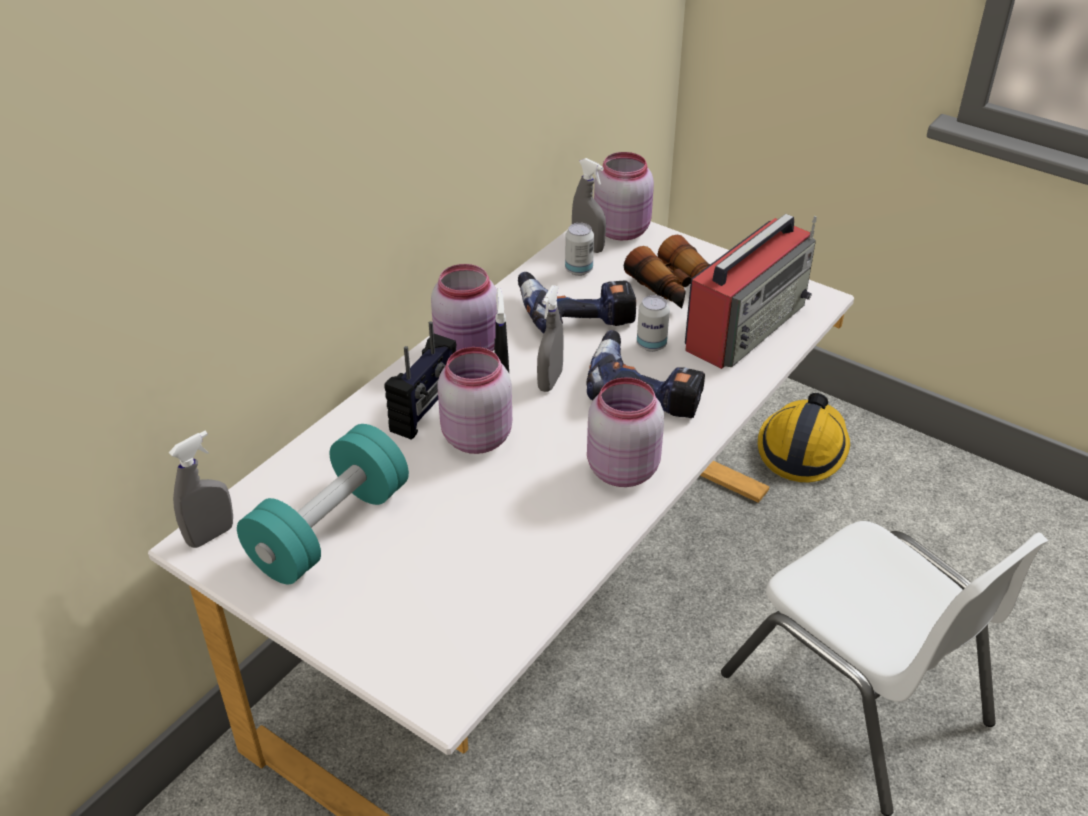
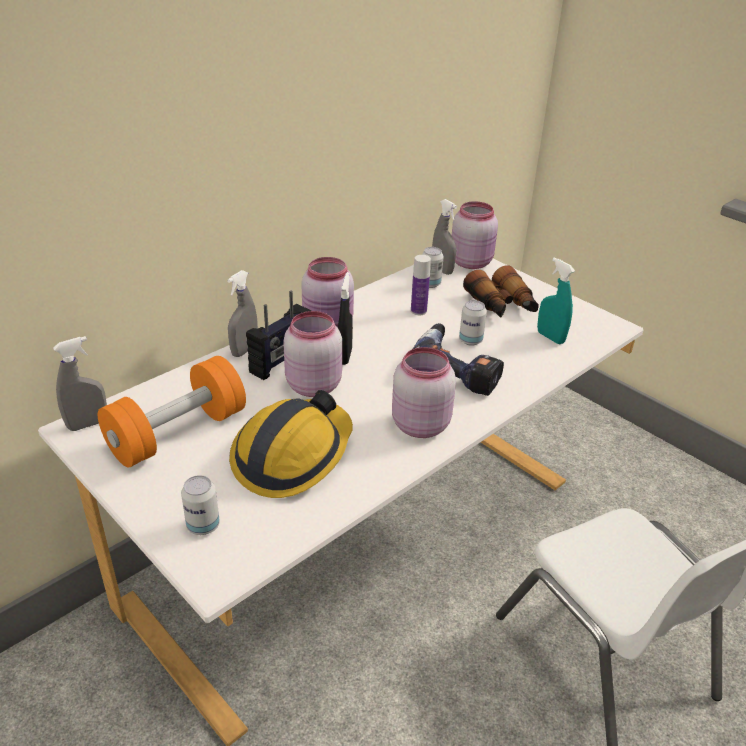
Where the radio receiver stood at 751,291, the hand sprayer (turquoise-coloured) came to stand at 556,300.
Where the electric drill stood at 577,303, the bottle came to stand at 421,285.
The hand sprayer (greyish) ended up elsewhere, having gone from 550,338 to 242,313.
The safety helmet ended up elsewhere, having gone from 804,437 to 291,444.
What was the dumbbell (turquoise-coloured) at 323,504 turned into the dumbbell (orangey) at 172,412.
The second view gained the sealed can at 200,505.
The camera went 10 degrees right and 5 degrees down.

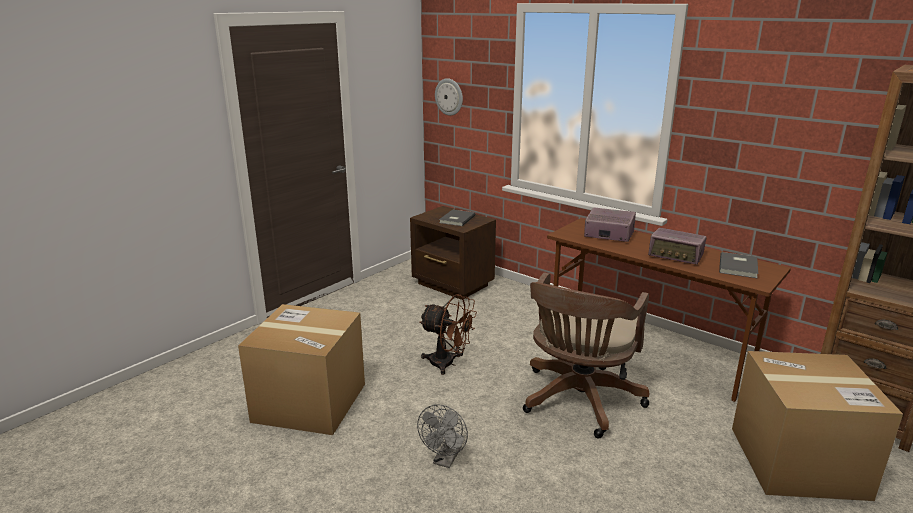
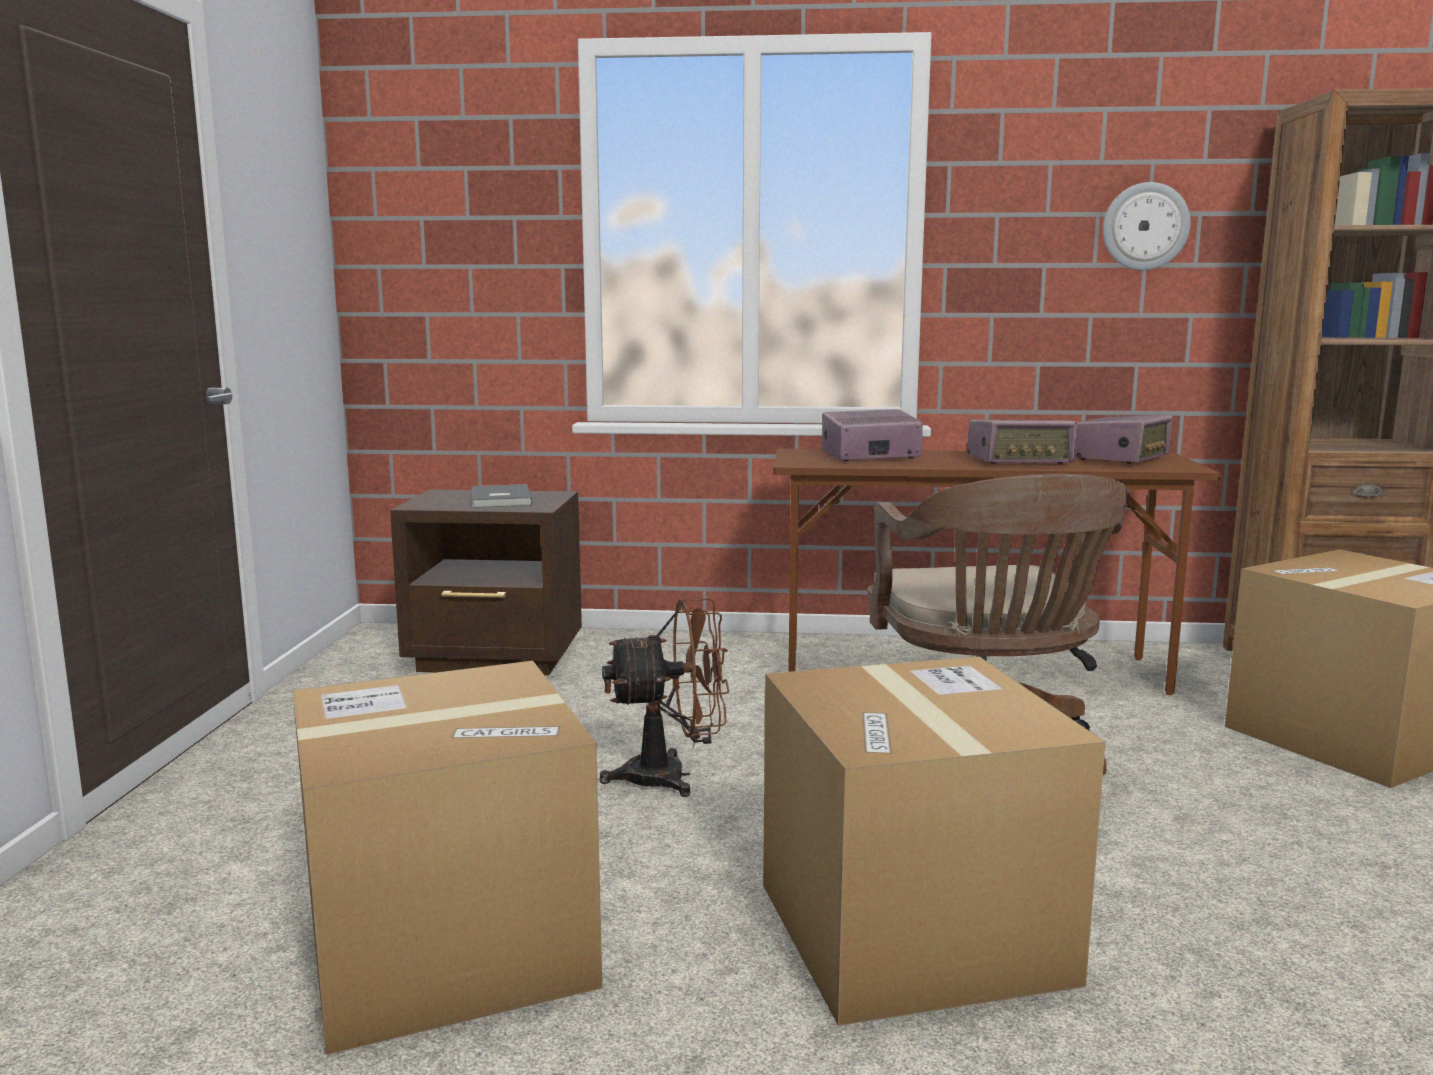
The hanging clock ended up elsewhere, having gone from 449,97 to 1147,226.
Where the book (greyish) stood at 738,265, the radio receiver came to stand at 1123,439.
Where the cooling fan (greyish) stood at 442,436, the packing box came to stand at 934,841.
The camera went 35 degrees left and 10 degrees down.

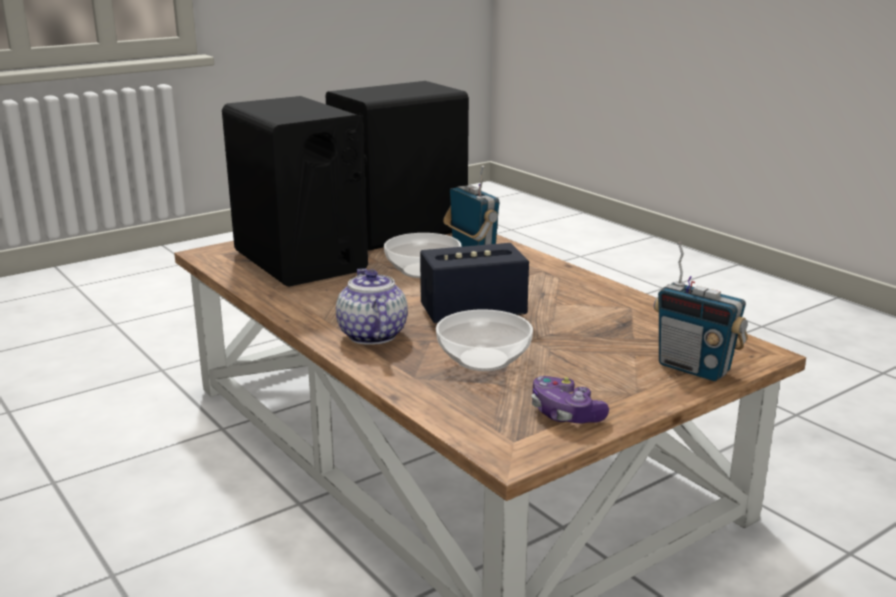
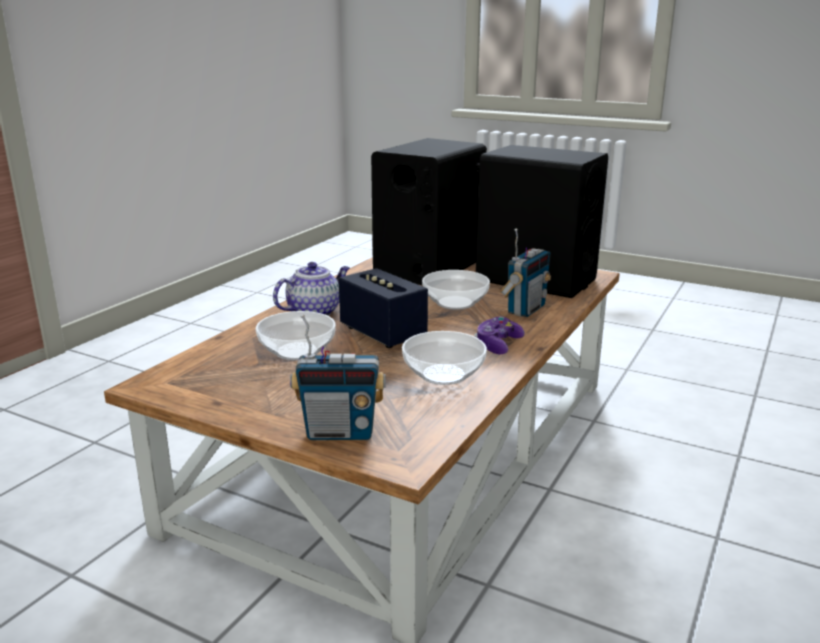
The radio receiver at 701,311 ended up facing another way, 105 degrees counterclockwise from before.
The game controller ended up elsewhere, having gone from 570,400 to 499,335.
The second view gained the deep dish at 444,358.
The camera went 65 degrees right and 0 degrees up.

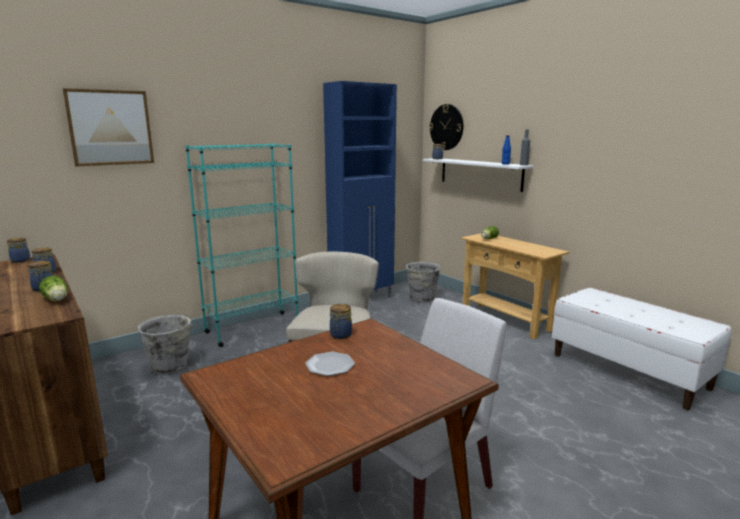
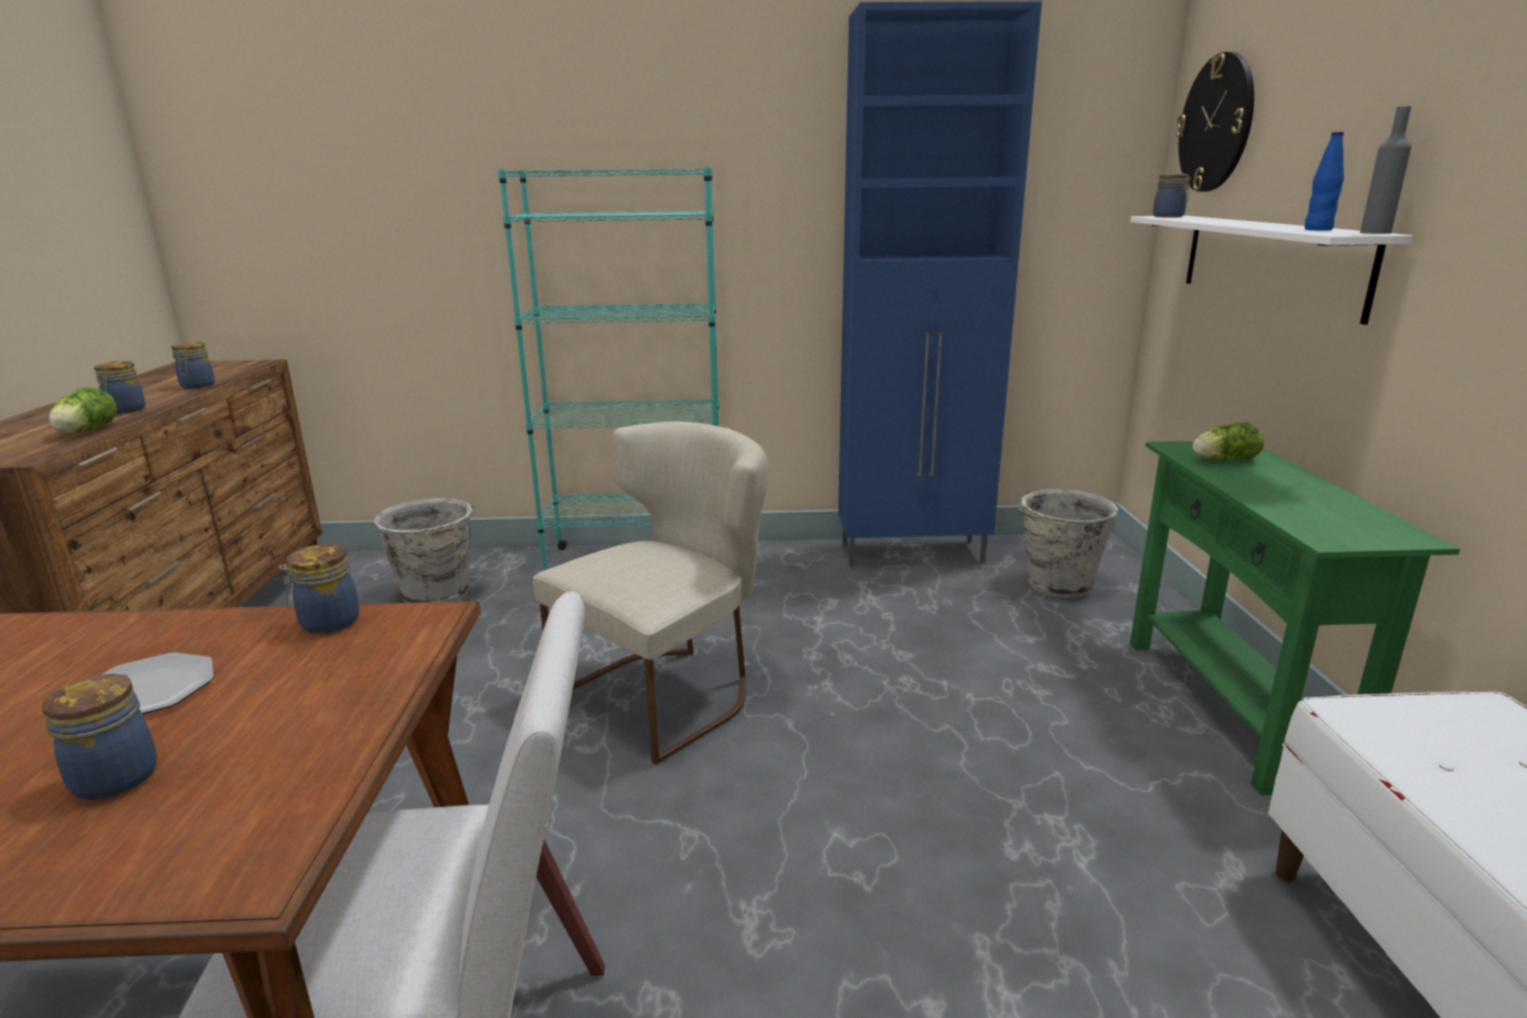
The second view lost the wall picture at 108,127.
What was the hall table (sand-coloured) at 515,286 turned into the hall table (green-coloured) at 1295,618.
The preserve jar ended up elsewhere, having gone from 18,250 to 99,737.
The camera went 35 degrees right and 5 degrees up.

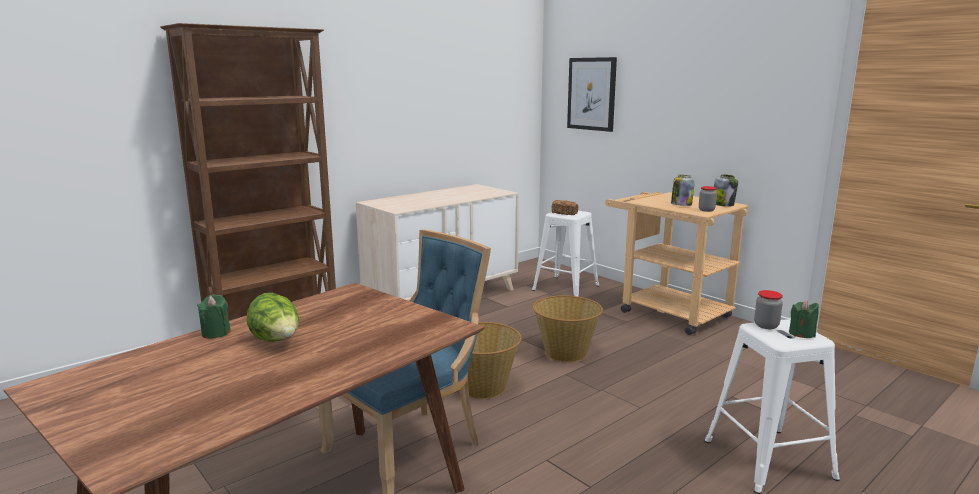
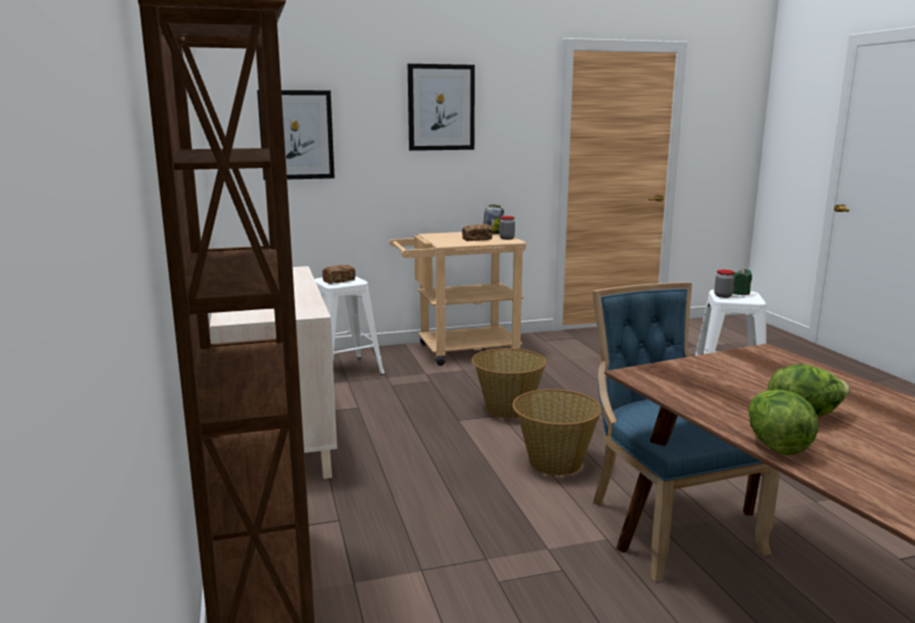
Where the preserve jar stood at 683,190, the bakery bread came to stand at 477,232.
Where the wax candle (green-coloured) stood at 214,317, the lettuce head came to stand at 783,422.
The second view gained the wall picture at 441,107.
The camera went 65 degrees left and 0 degrees up.

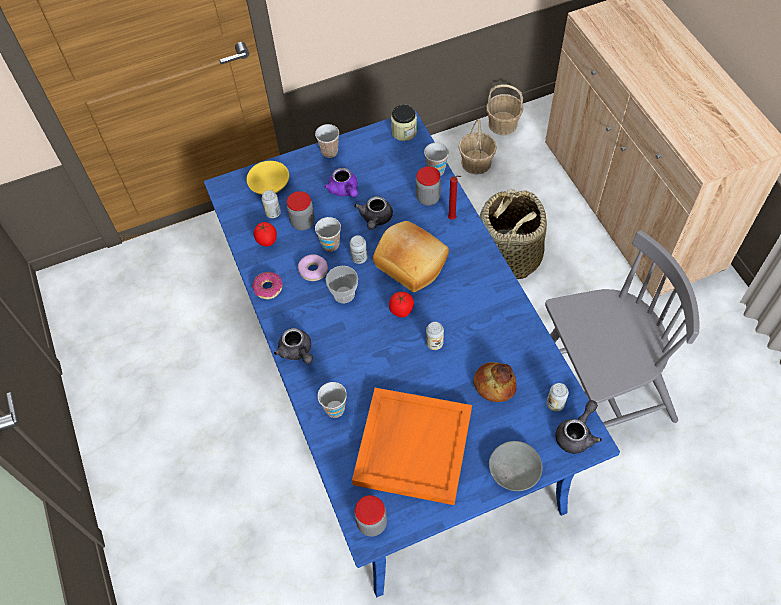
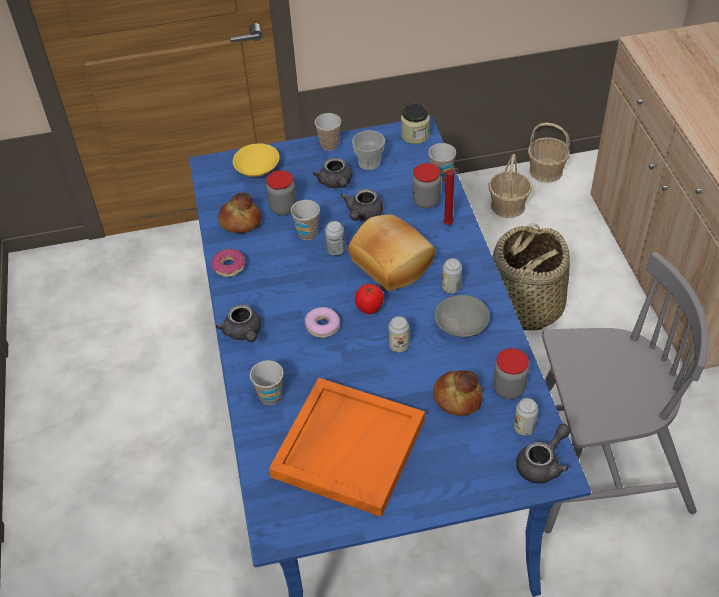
What was the tea pot (purplish) at 341,182 turned into the tea pot (greyish) at 332,173.
The sealed can ended up elsewhere, having gone from 271,204 to 452,276.
Where the whole tomato stood at 265,234, the bakery bread came to stand at 240,212.
The ring doughnut ended up elsewhere, having gone from 313,267 to 322,322.
The cup ended up elsewhere, having gone from 341,285 to 368,150.
The deep dish (greyish) ended up elsewhere, having gone from 516,466 to 462,316.
The preserve jar ended up elsewhere, having gone from 370,516 to 511,373.
The camera went 10 degrees right and 10 degrees down.

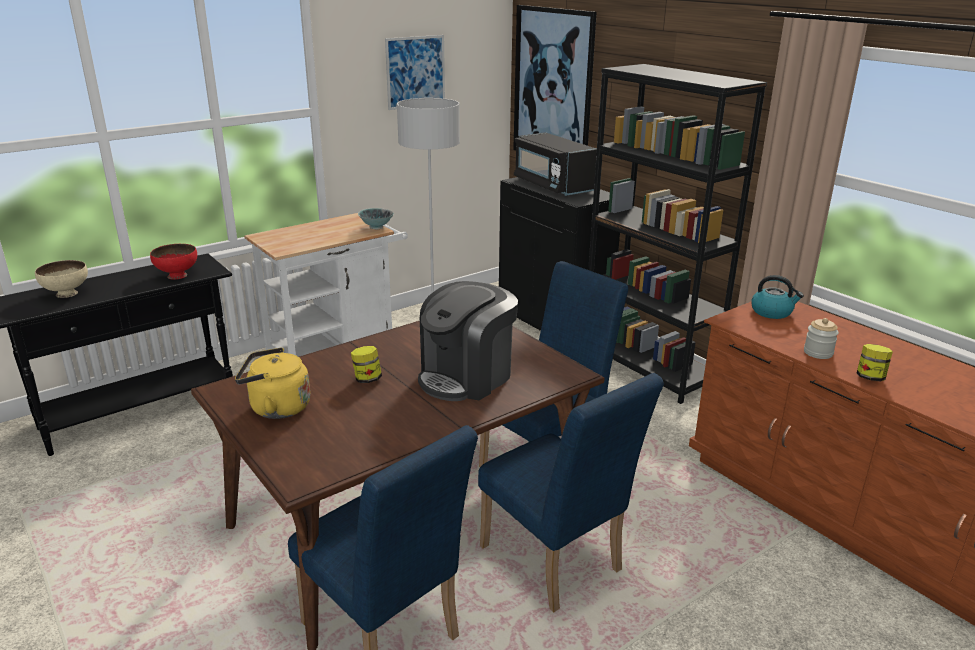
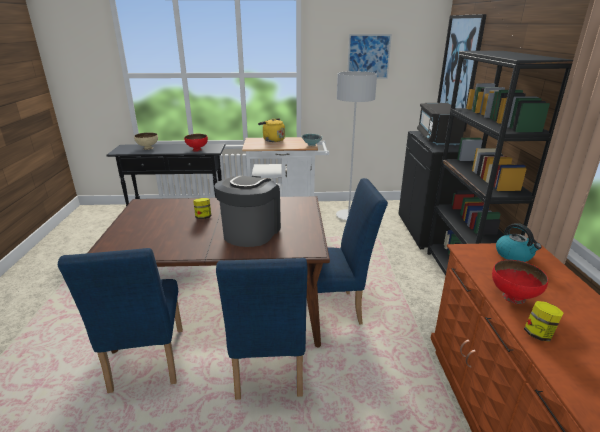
The coffee machine at 468,341 ended up facing another way, 120 degrees clockwise from before.
Where the preserve jar stood at 821,338, the deep dish (reddish) came to stand at 520,282.
The kettle (yellow) ended up elsewhere, having gone from 272,383 to 271,130.
The camera went 35 degrees right and 0 degrees up.

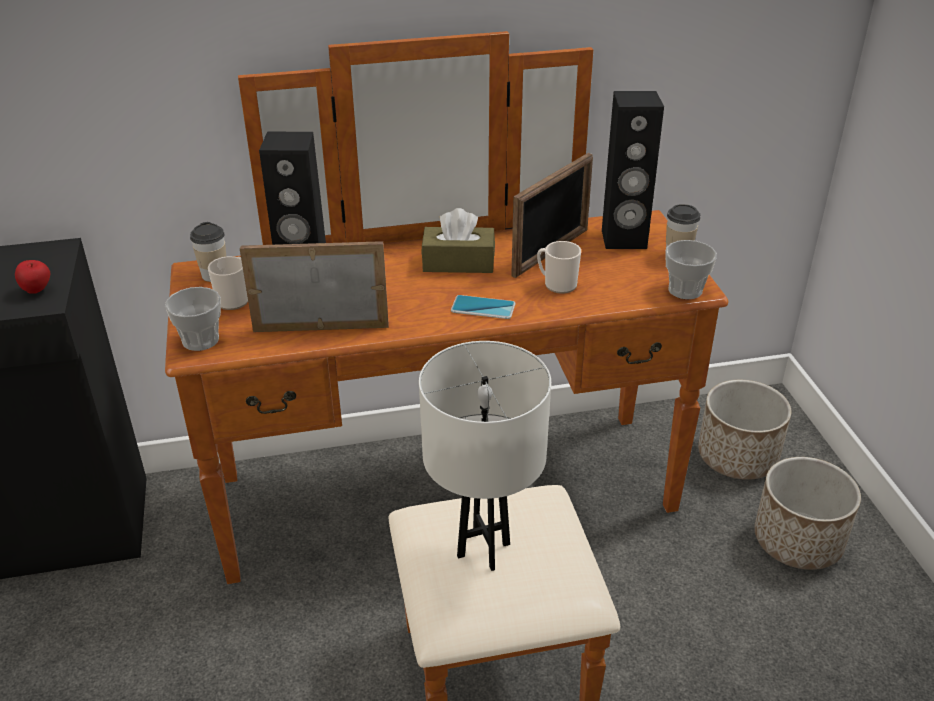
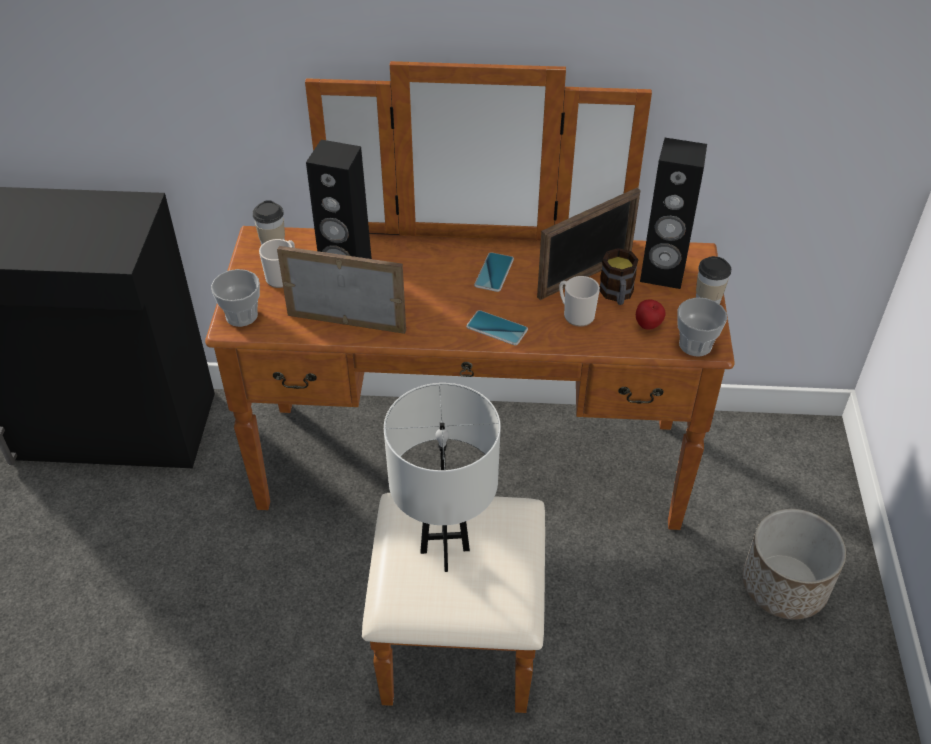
Where the tissue box (brown-coloured) stood at 458,240, the phone came to stand at 494,272.
The apple ended up elsewhere, having gone from 32,277 to 651,314.
The second view lost the plant pot at 745,430.
The second view gained the tea mug at 619,276.
The camera went 15 degrees right and 10 degrees up.

